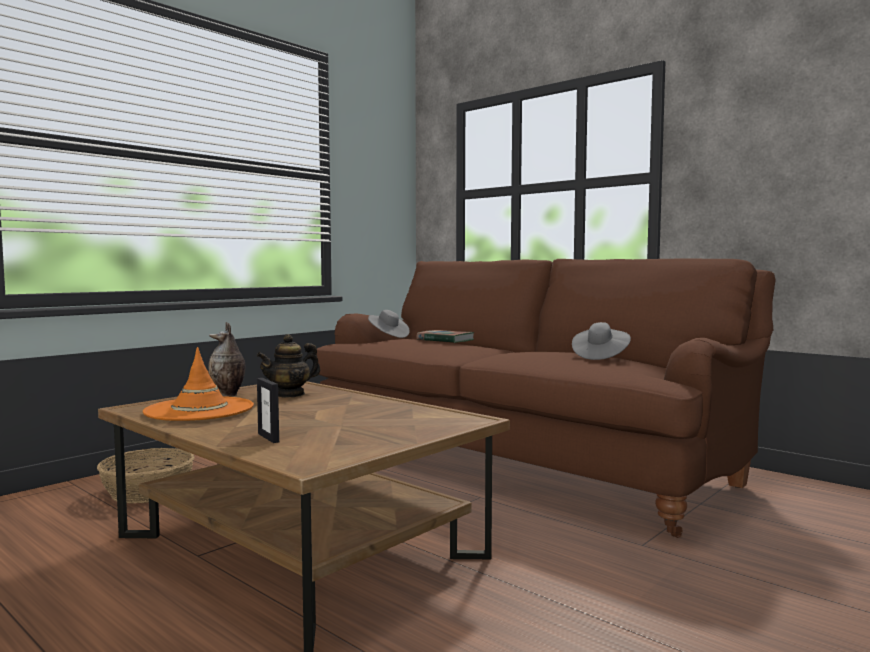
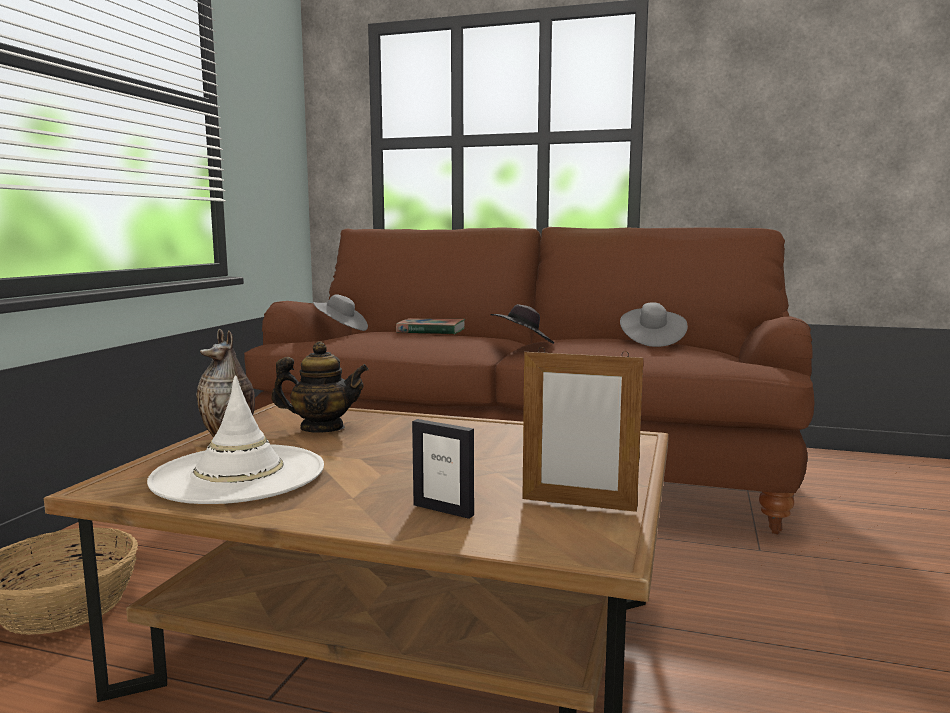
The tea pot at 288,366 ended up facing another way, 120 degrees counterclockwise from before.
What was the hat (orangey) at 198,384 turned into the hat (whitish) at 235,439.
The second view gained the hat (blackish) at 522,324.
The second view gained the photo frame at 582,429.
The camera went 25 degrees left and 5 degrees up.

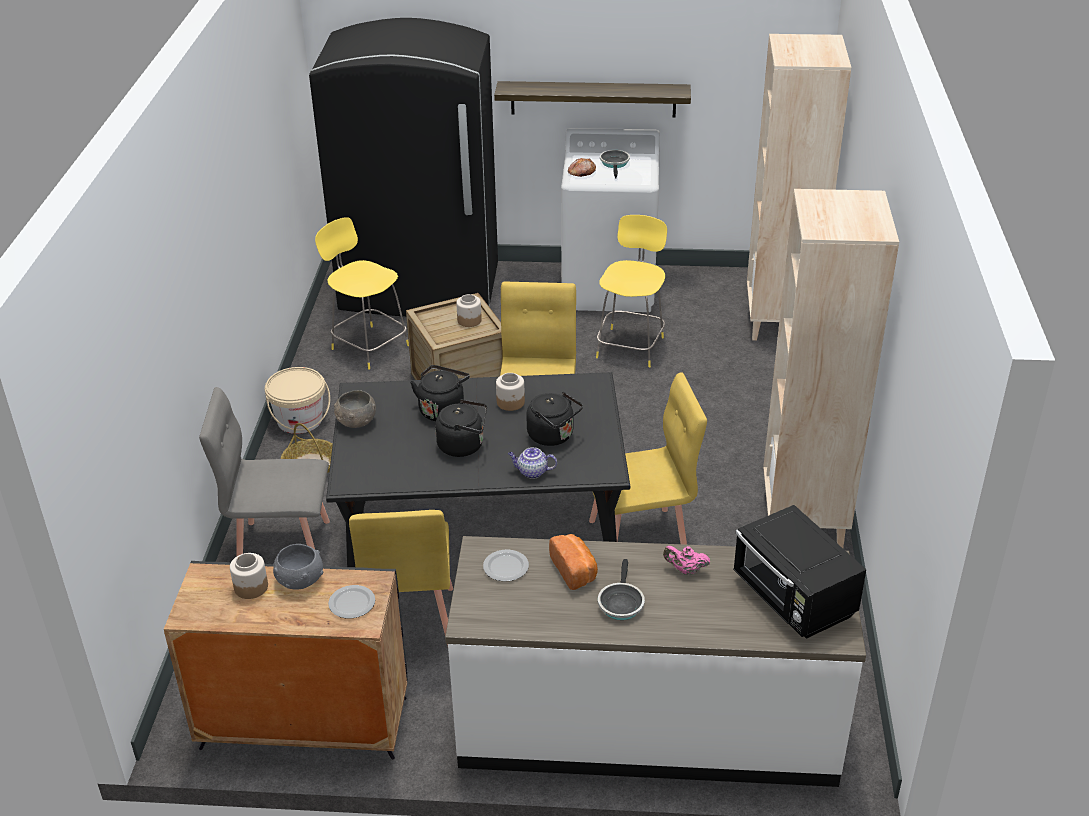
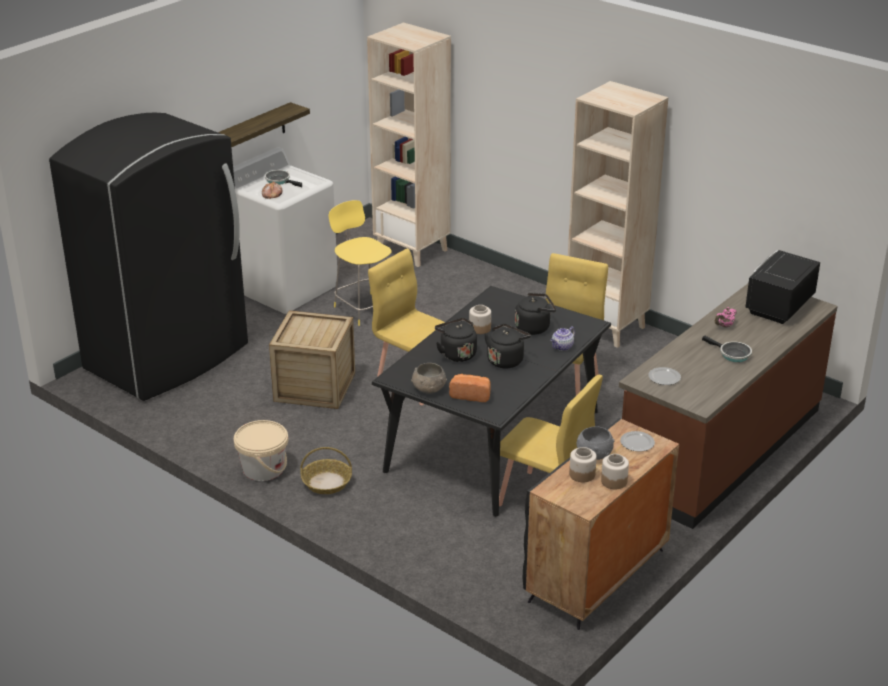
The second view lost the sitting stool (yellow) at 362,293.
The preserve jar ended up elsewhere, having gone from 469,310 to 615,471.
The second view lost the upright chair (greyish) at 264,472.
The microwave (blackish) at 799,572 ended up facing another way, 120 degrees clockwise from before.
The bakery bread ended up elsewhere, having gone from 573,562 to 470,388.
What was the counter (whitish) at 655,661 turned into the counter (brown-coloured) at 728,406.
The camera went 55 degrees left and 5 degrees down.

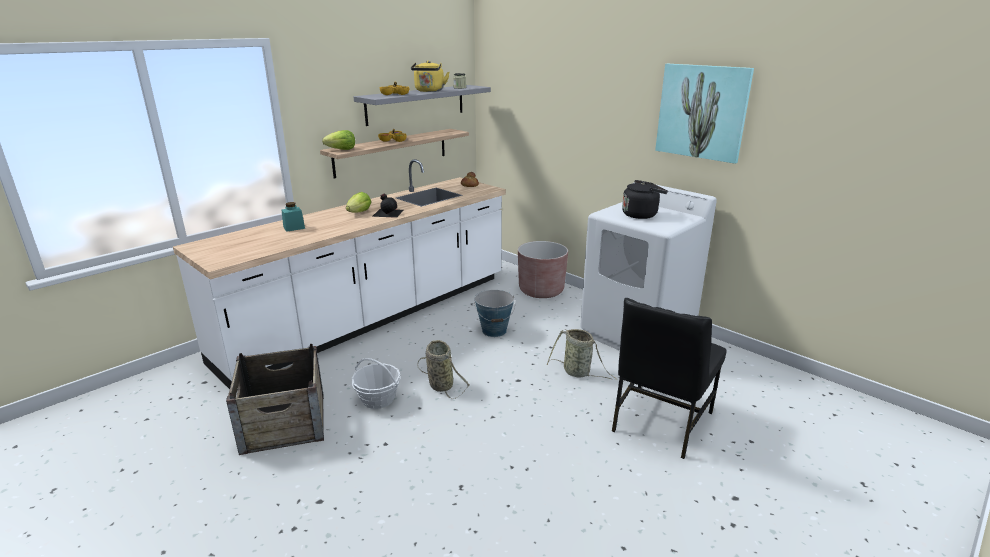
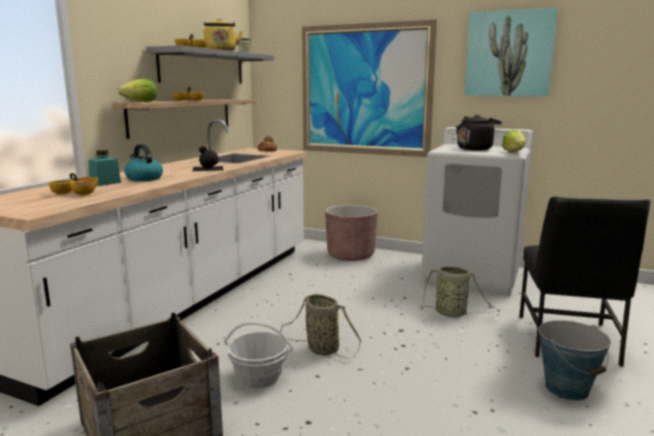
The lettuce head ended up elsewhere, having gone from 358,202 to 514,141.
The bucket ended up elsewhere, having gone from 494,313 to 575,360.
The second view gained the wall picture at 369,88.
The second view gained the kettle at 143,162.
The second view gained the deep dish at 73,184.
The camera went 20 degrees left and 10 degrees down.

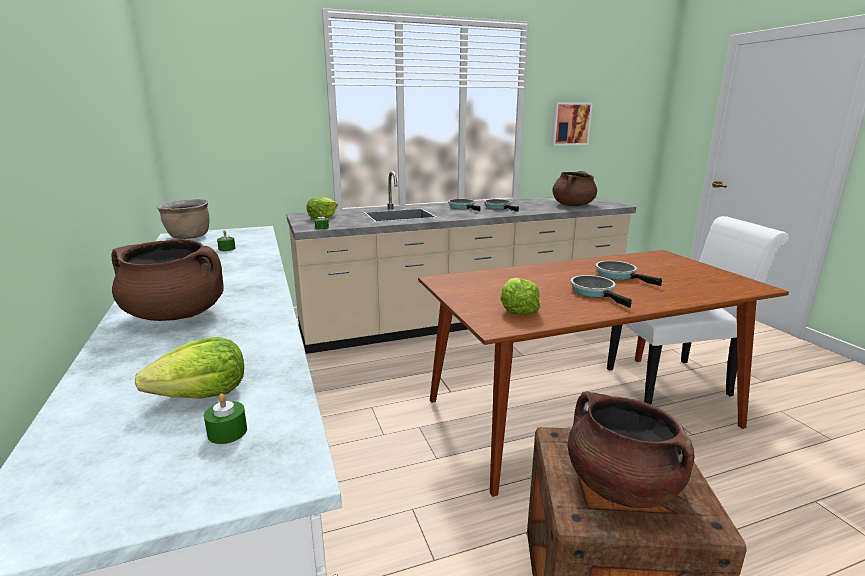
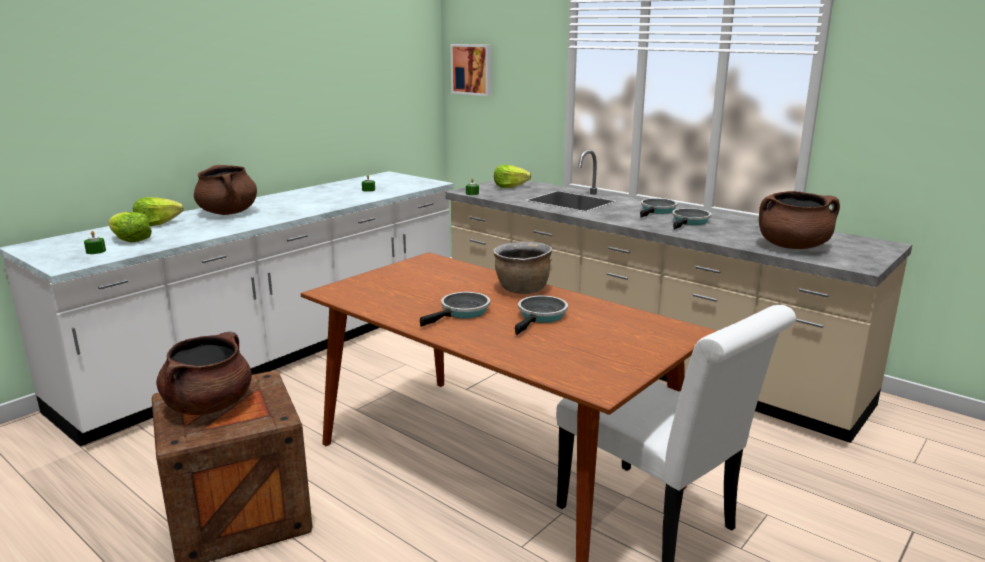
The wall picture ended up elsewhere, having gone from 572,124 to 470,70.
The cooking pot (brown-coloured) ended up elsewhere, having gone from 183,219 to 522,268.
The lettuce head ended up elsewhere, having gone from 520,296 to 158,211.
The camera went 60 degrees right and 0 degrees up.

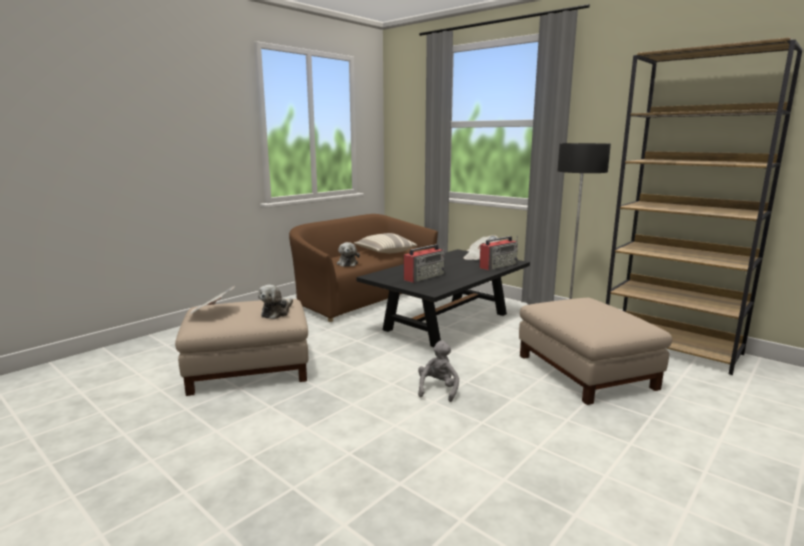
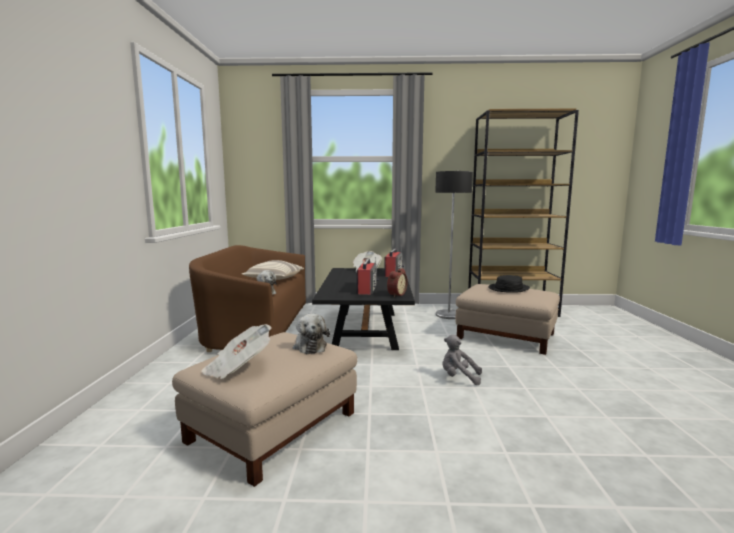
The cuddly toy (greyish) at 438,371 ended up facing another way, 45 degrees counterclockwise from before.
The second view gained the alarm clock at 397,282.
The second view gained the hat (blackish) at 509,284.
The camera went 40 degrees left and 5 degrees down.

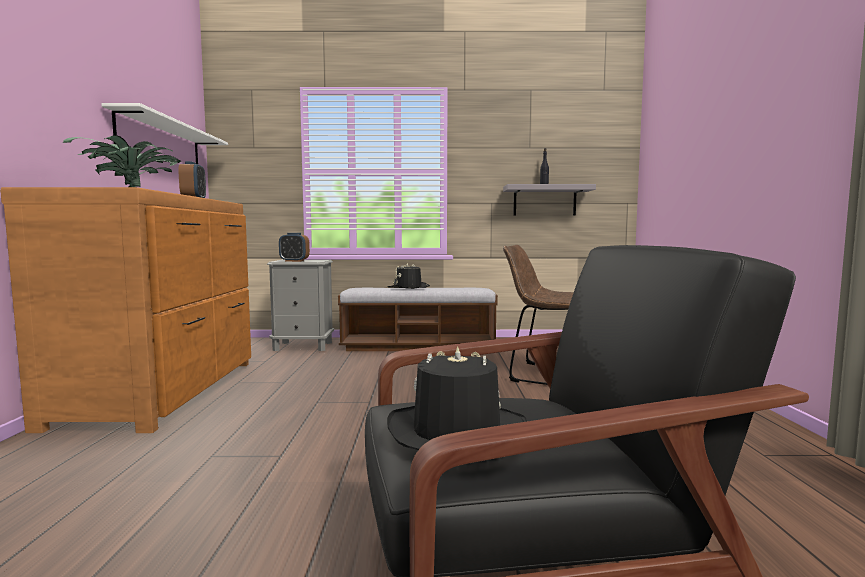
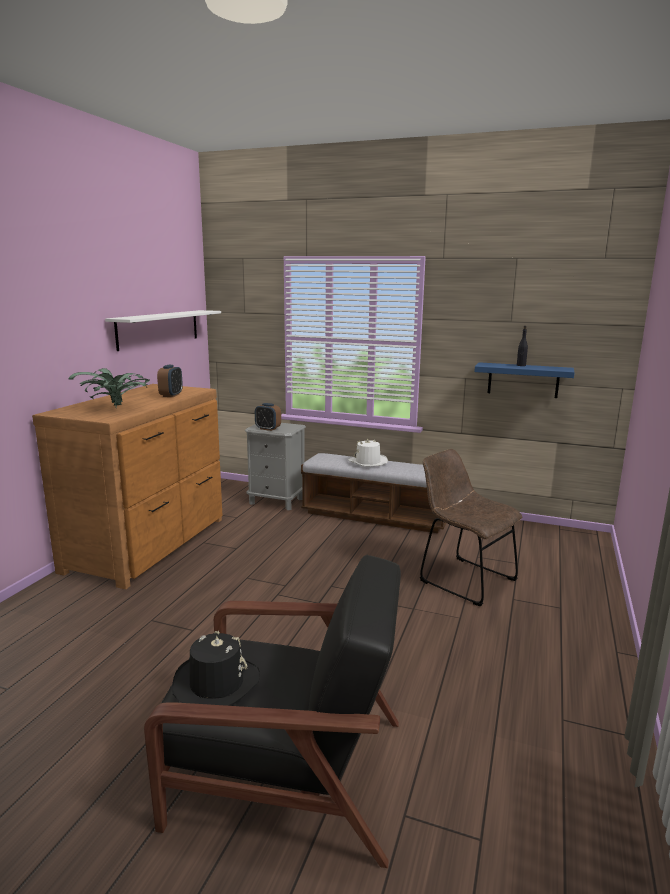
What was the shelf (greyish) at 549,200 turned into the shelf (blue) at 524,380.
What was the hat (blackish) at 409,276 turned into the hat (whitish) at 368,453.
The camera went 20 degrees right and 10 degrees up.

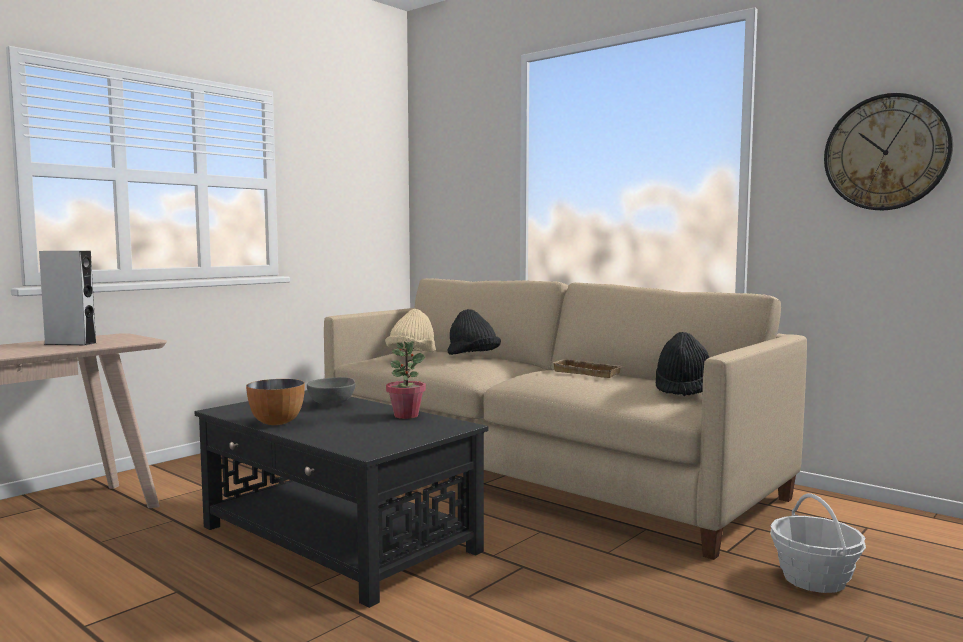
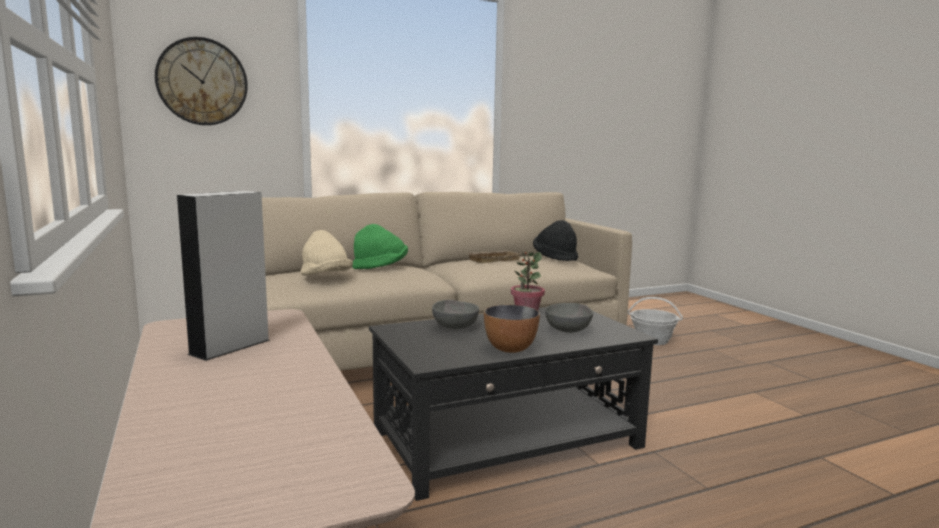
The hanging clock ended up elsewhere, having gone from 888,151 to 201,81.
What was the hat (blackish) at 474,332 turned into the hat (green-coloured) at 380,246.
The second view gained the deep dish (greyish) at 569,318.
The camera went 65 degrees left and 5 degrees up.

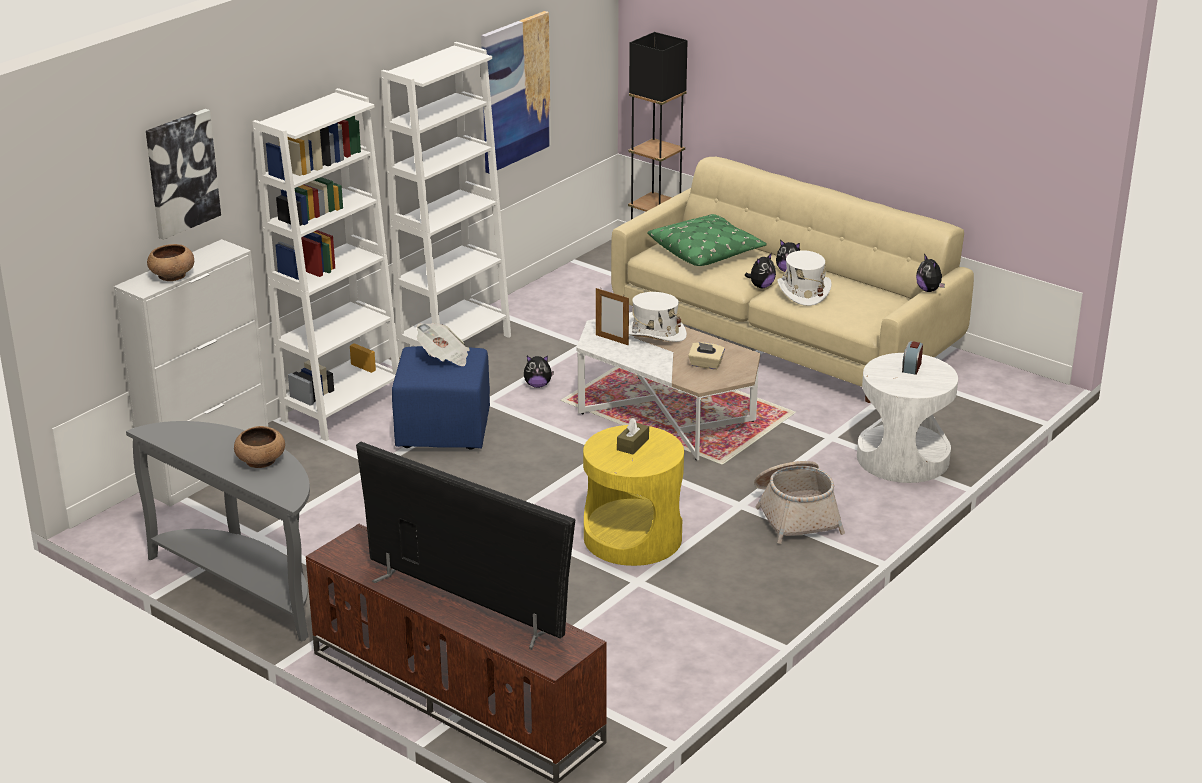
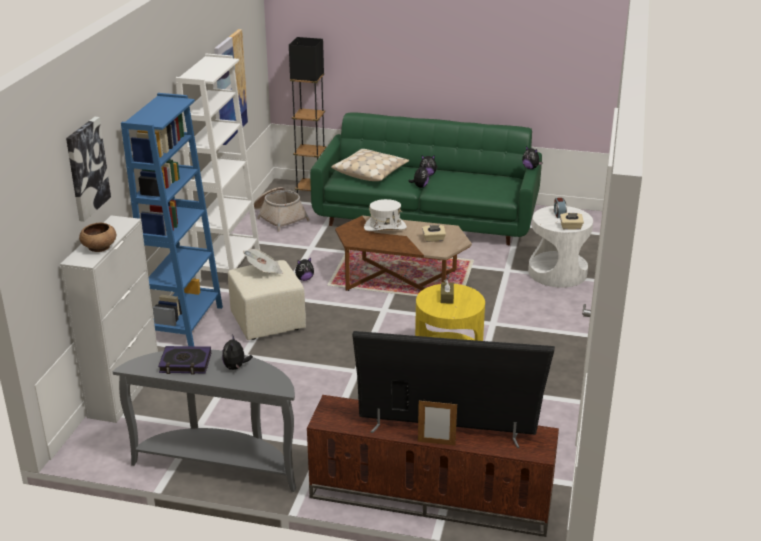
What was the shelving unit (whitish) at 326,264 turned into the shelving unit (blue) at 172,219.
What was the settee (sand-coloured) at 792,280 turned into the settee (green-coloured) at 426,179.
What was the throw pillow (green-coloured) at 707,240 turned into the throw pillow (sand-coloured) at 370,165.
The second view lost the hat (whitish) at 804,278.
The photo frame ended up elsewhere, having gone from 612,316 to 437,422.
What was the lounge table (whitish) at 668,386 turned into the lounge table (brown-coloured) at 403,253.
What was the ottoman (blue) at 441,398 turned into the ottoman (sand-coloured) at 267,300.
Where the deep dish (brown-coloured) stood at 259,447, the cuddly toy came to stand at 237,352.
The household basket ended up elsewhere, having gone from 799,502 to 282,209.
The second view gained the tissue box (sand-coloured) at 572,221.
The second view gained the book at 184,360.
The camera went 25 degrees left and 0 degrees up.

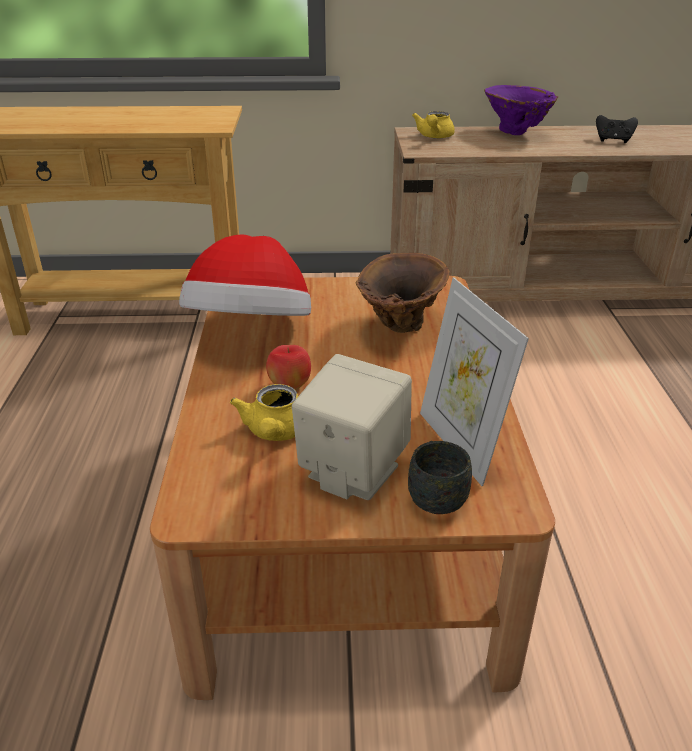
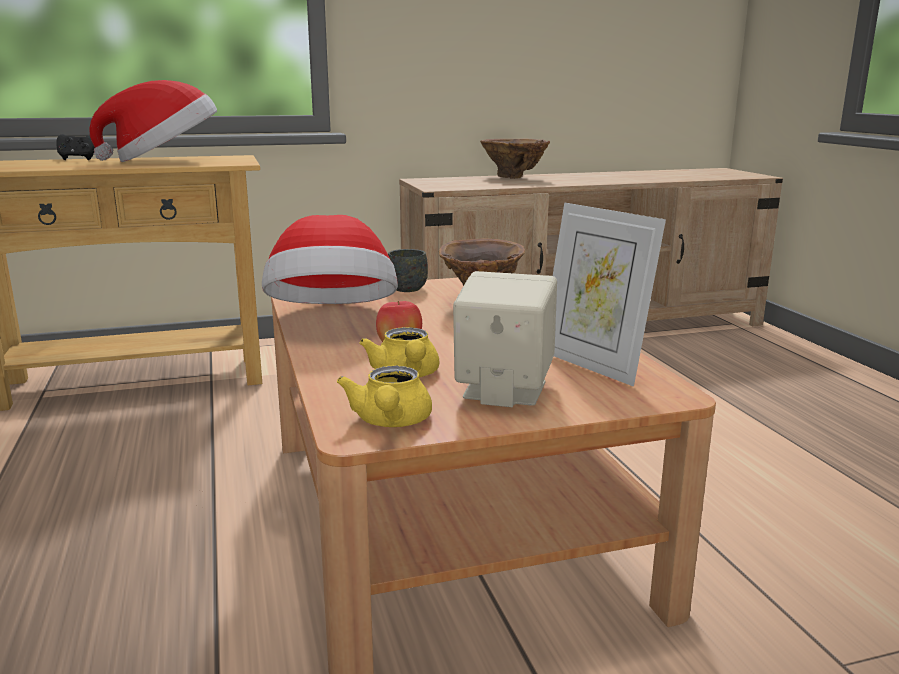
What was the flower vase (purplish) at 521,110 turned into the flower vase (brown-coloured) at 515,159.
The tea pot (yellow) ended up elsewhere, having gone from 433,125 to 384,396.
The game controller (blackish) ended up elsewhere, having gone from 617,129 to 75,147.
The tea mug (greyish) ended up elsewhere, having gone from 440,477 to 408,270.
The second view gained the hat at 153,121.
The camera went 15 degrees left and 15 degrees down.

